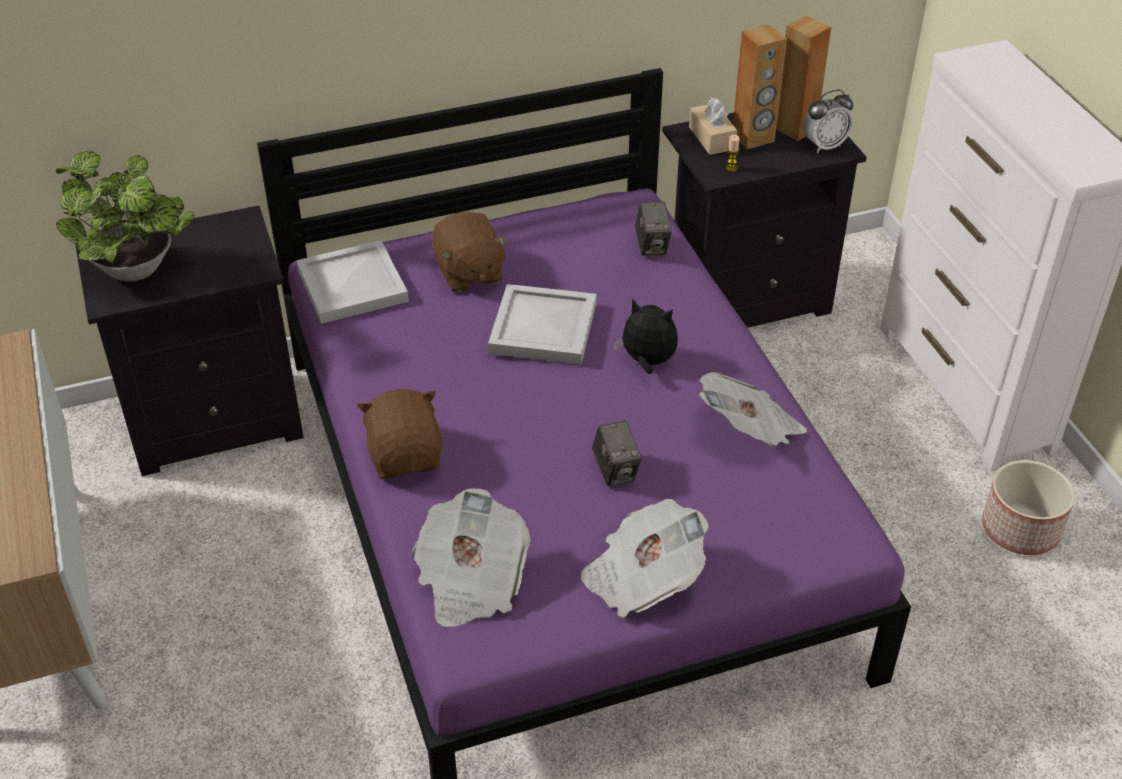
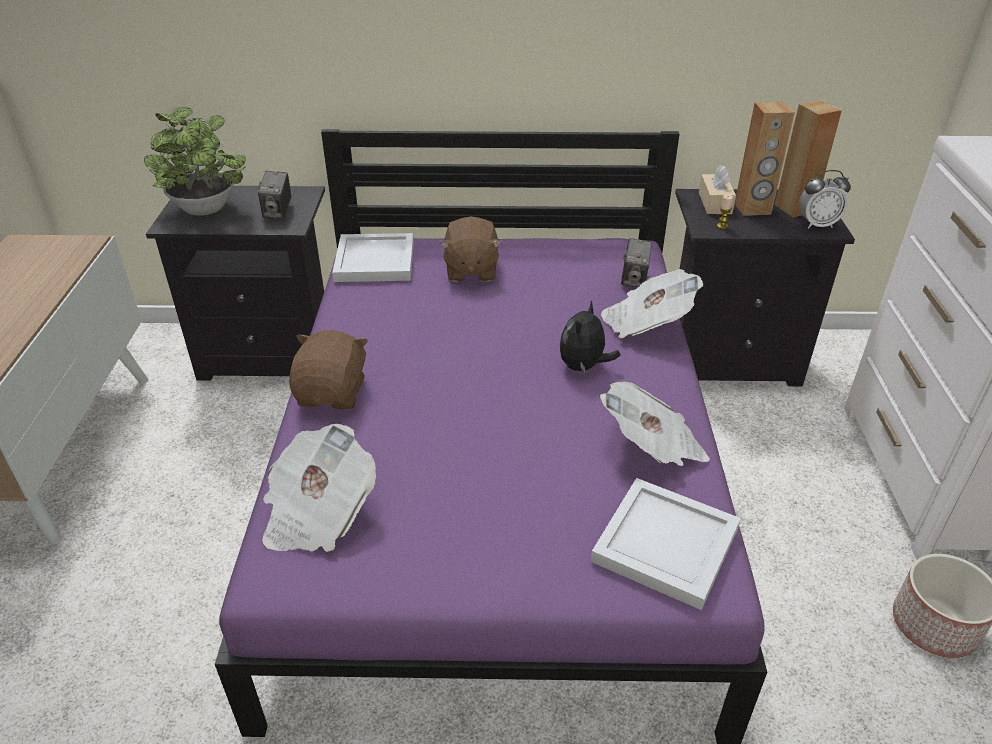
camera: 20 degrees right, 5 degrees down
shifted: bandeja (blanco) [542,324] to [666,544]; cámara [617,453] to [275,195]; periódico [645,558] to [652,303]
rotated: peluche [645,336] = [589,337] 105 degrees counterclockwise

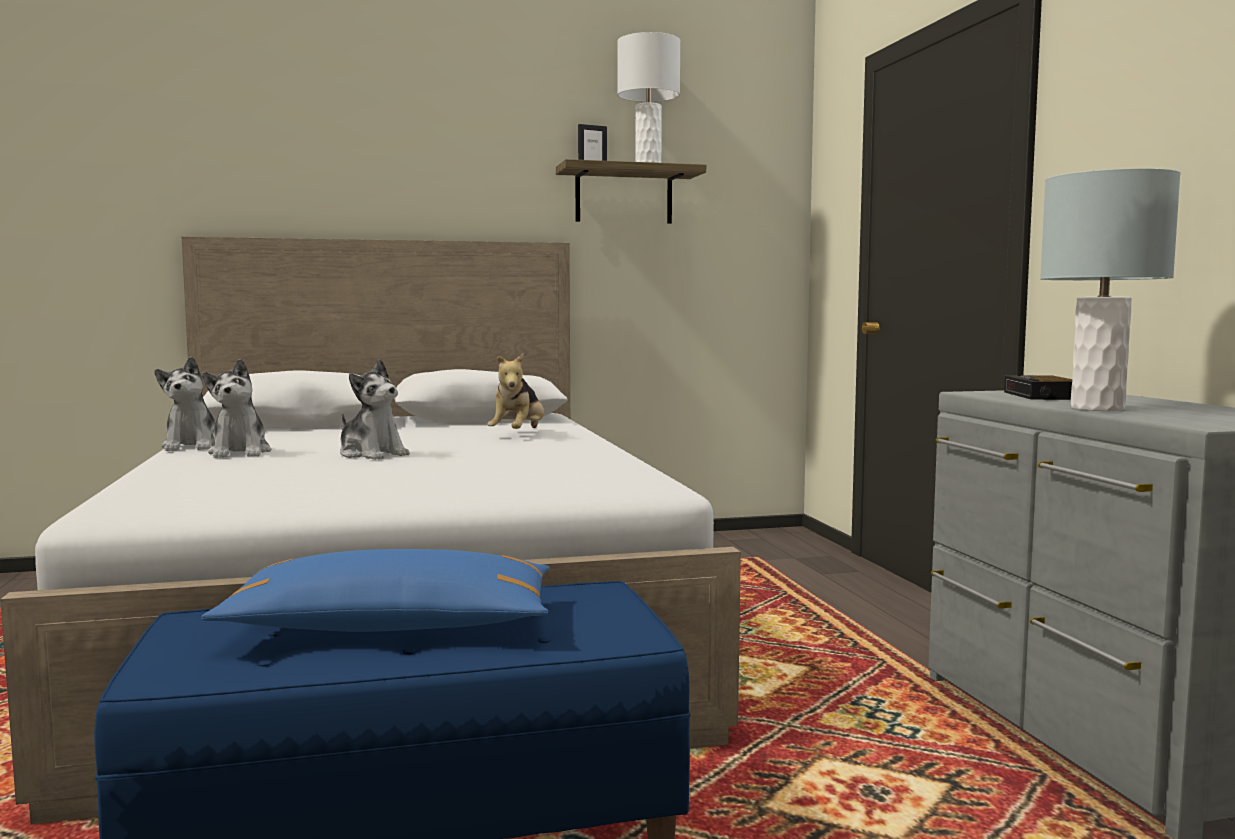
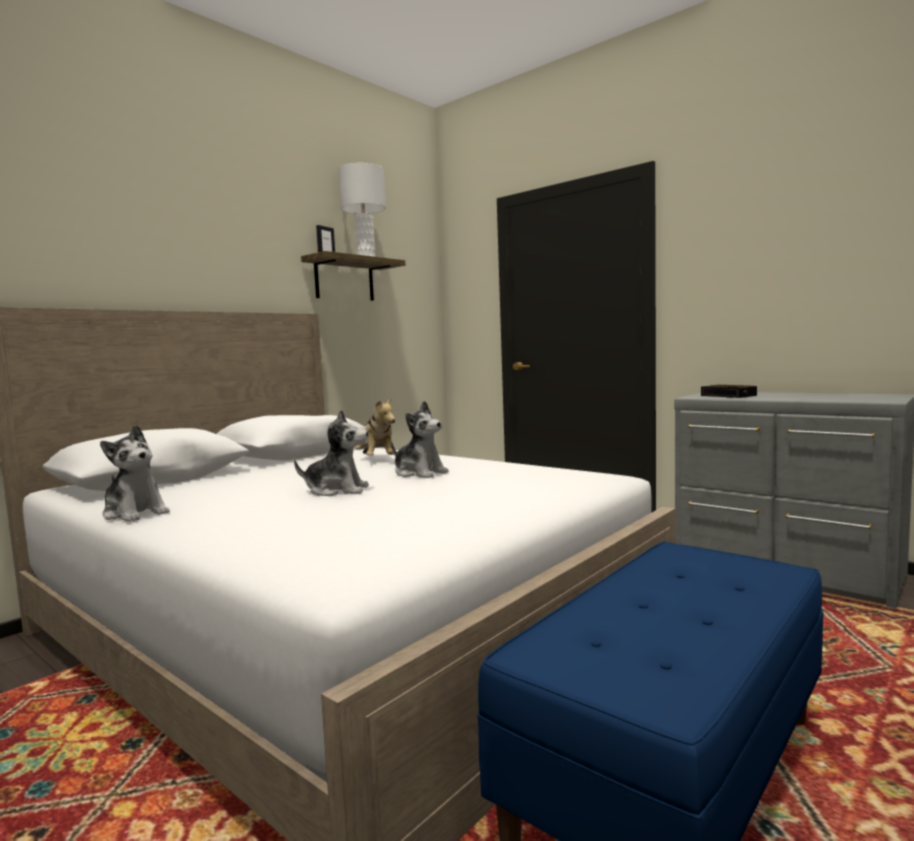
camera: 35 degrees left, 0 degrees up
gone: lámpara de mesa (gris) [1110,289]; cojín (azul) [375,590]
shifted: peluche [236,408] to [420,439]

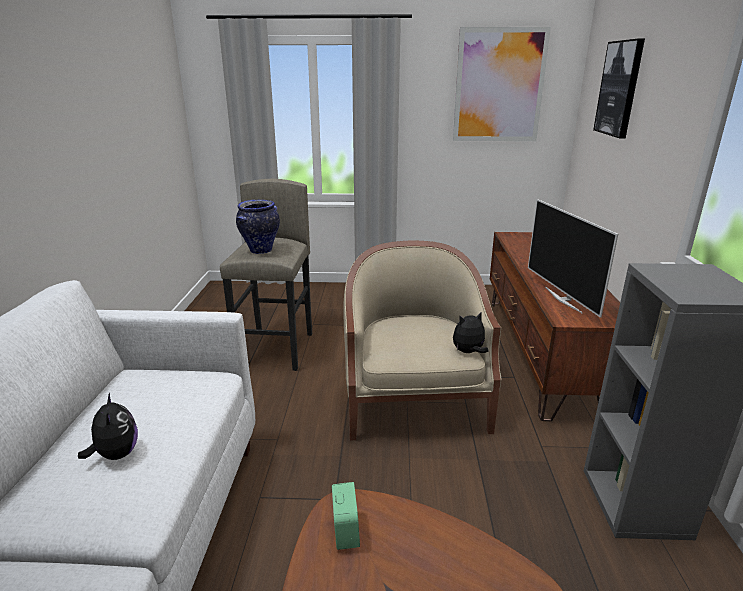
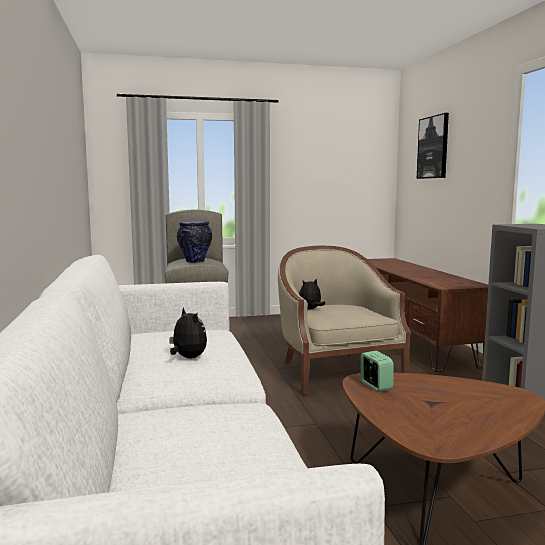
camera: 15 degrees left, 15 degrees down
gone: cuadro [502,84]; televisor [573,258]
shifted: peluche [470,332] to [312,294]

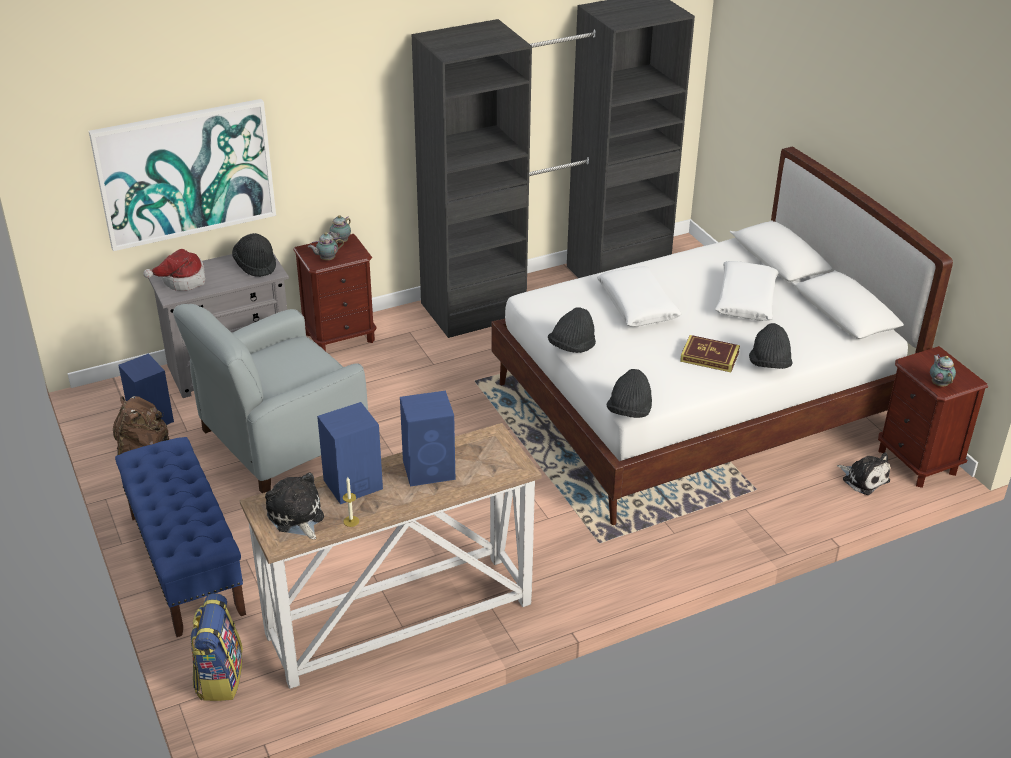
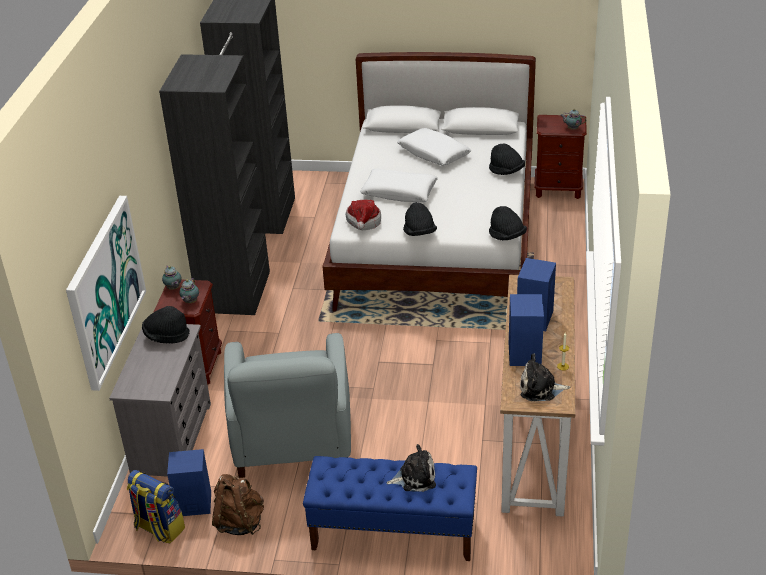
camera: 55 degrees left, 0 degrees up
gone: libro [710,353]
shifted: sombrero [174,270] to [363,215]; peluche [863,473] to [411,468]; mochila [216,647] to [156,506]

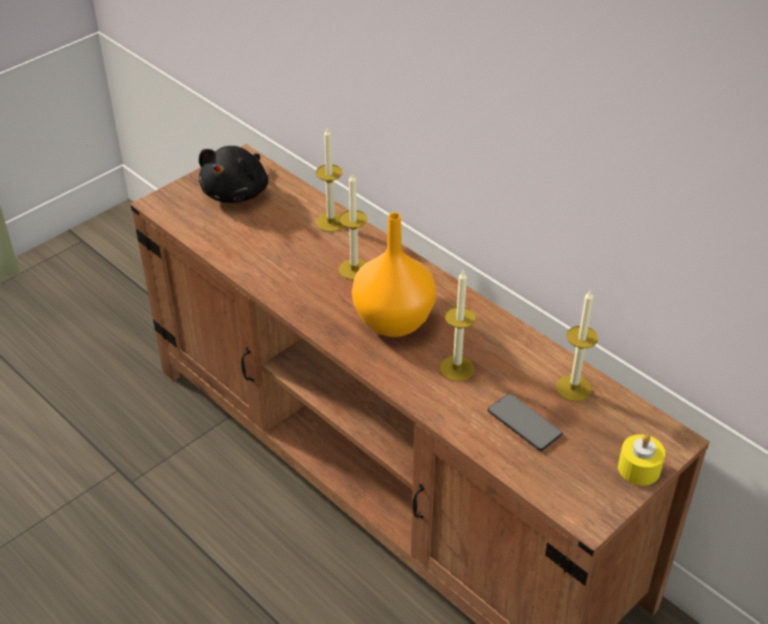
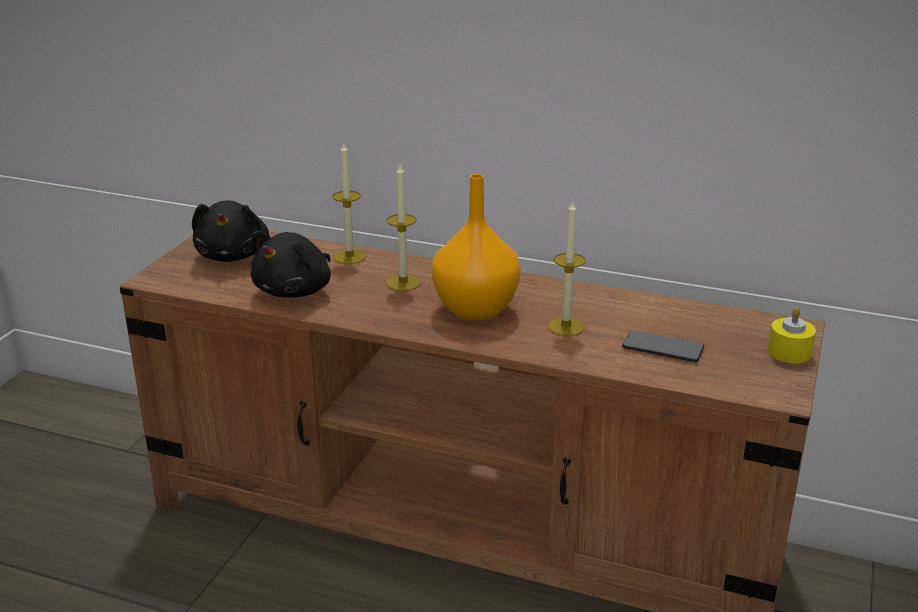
camera: 25 degrees left, 15 degrees down
gone: vela [577,346]
new: peluche (negro) [290,264]

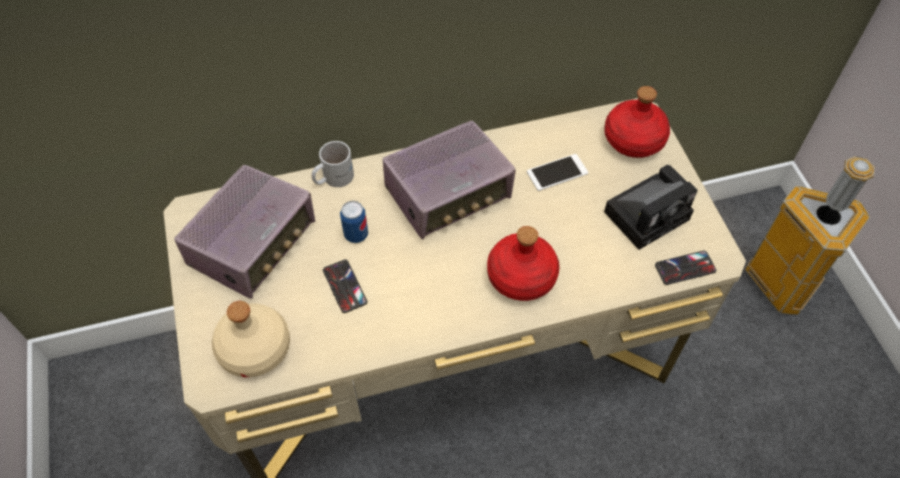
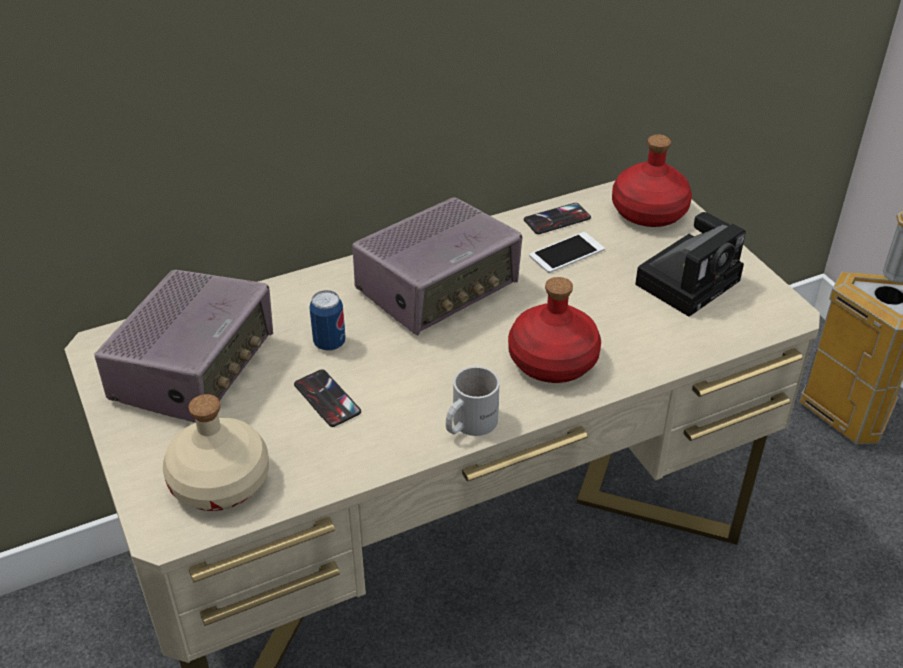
camera: 10 degrees left, 15 degrees down
shifted: taza grande (blanco) [333,164] to [473,401]; móvil [685,268] to [557,218]

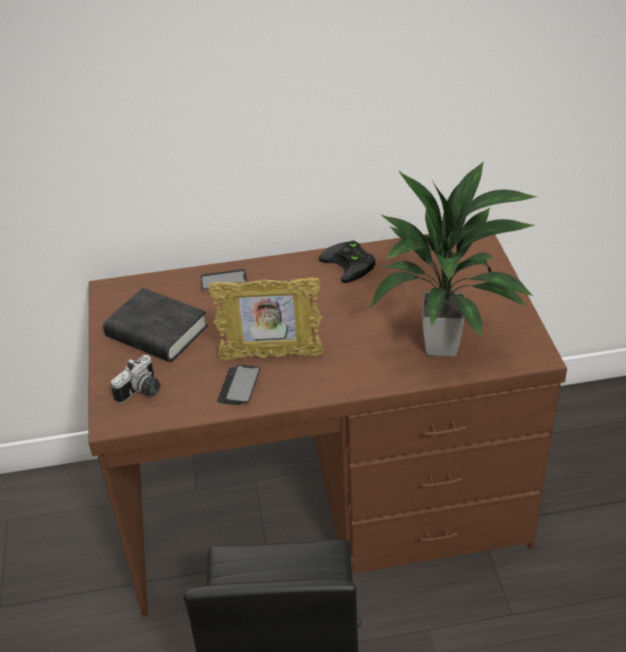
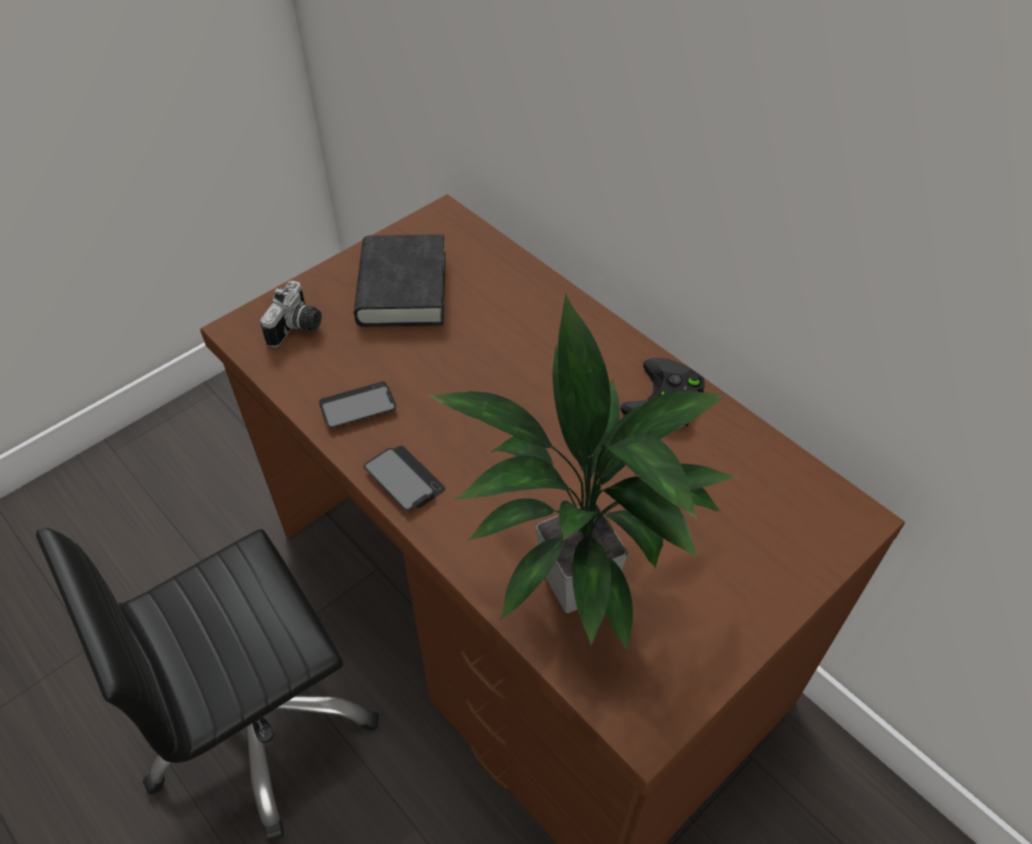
camera: 55 degrees right, 10 degrees up
gone: portarretratos [266,319]
shifted: móvil [224,279] to [404,478]
rotated: cámara [135,379] = [291,314] 75 degrees counterclockwise

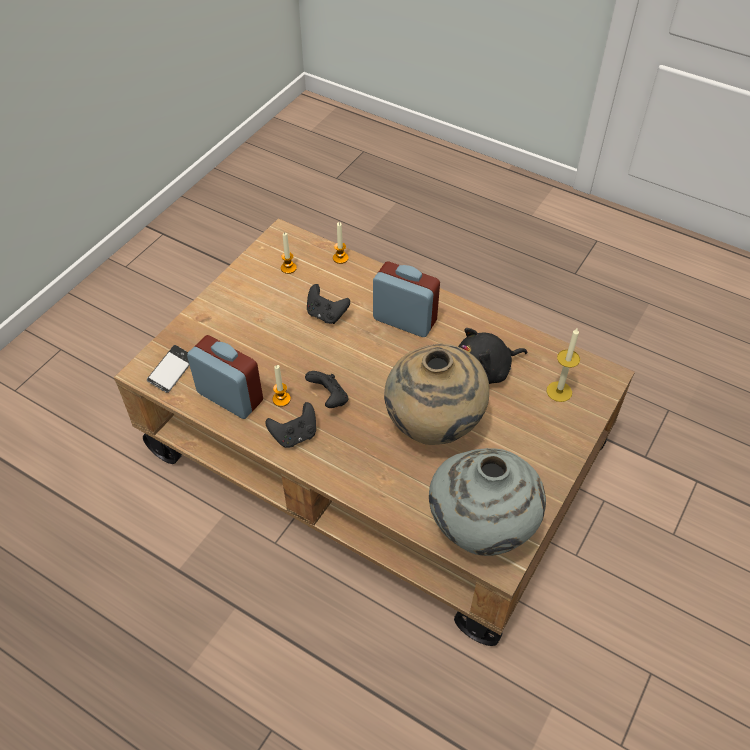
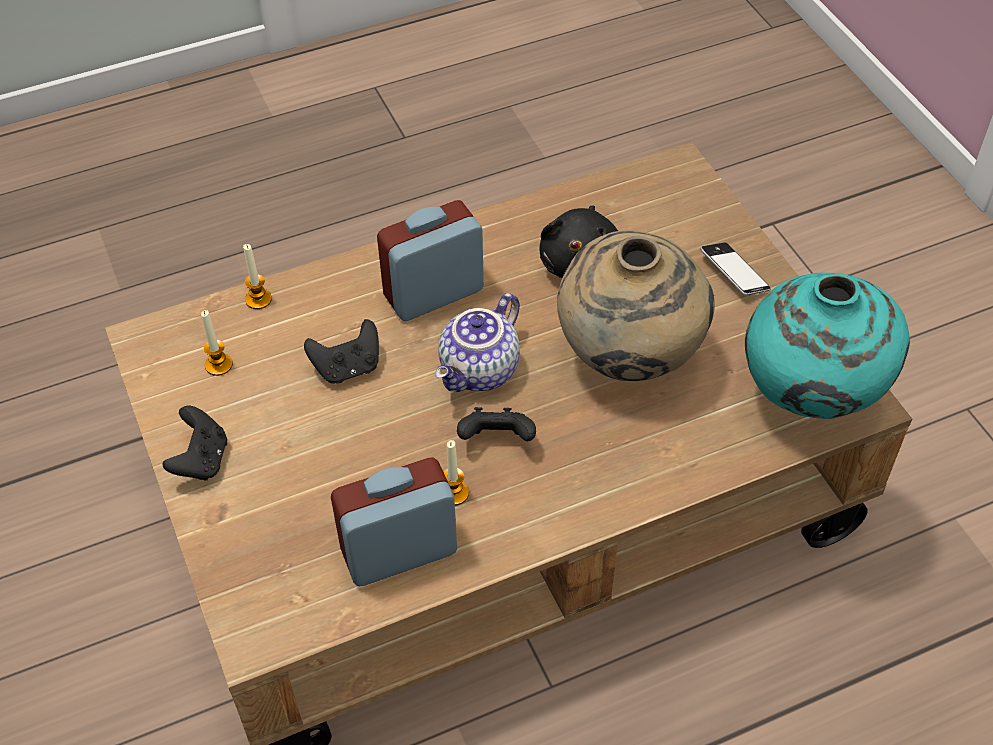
camera: 55 degrees left, 0 degrees up
gone: vela [563,364]
new: tetera [477,342]
shifted: móvil [168,369] to [735,269]; mando de consola (negro) [290,425] to [195,443]
repainted: florero (gris) [487,502] to florero (turquesa) [827,345]

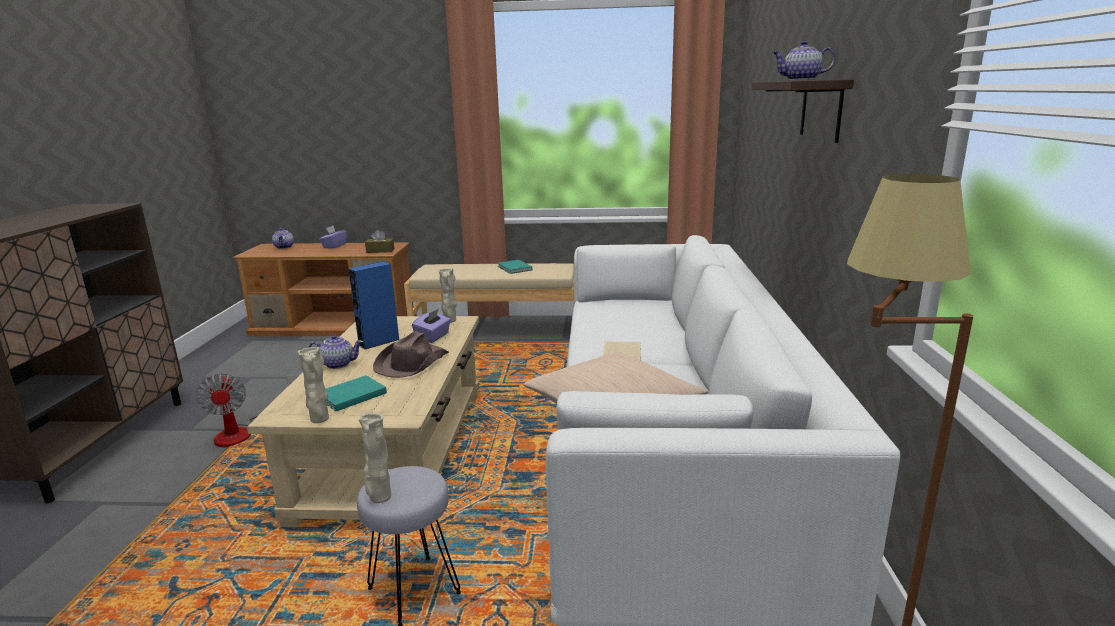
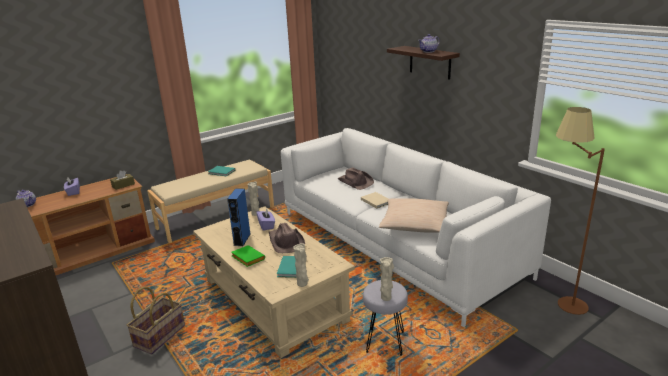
camera: 40 degrees left, 5 degrees up
new: sombrero (marrón) [356,178]
swapped: tetera [335,352] to libro (verde) [248,256]; ventilador [246,410] to cesta [156,320]

